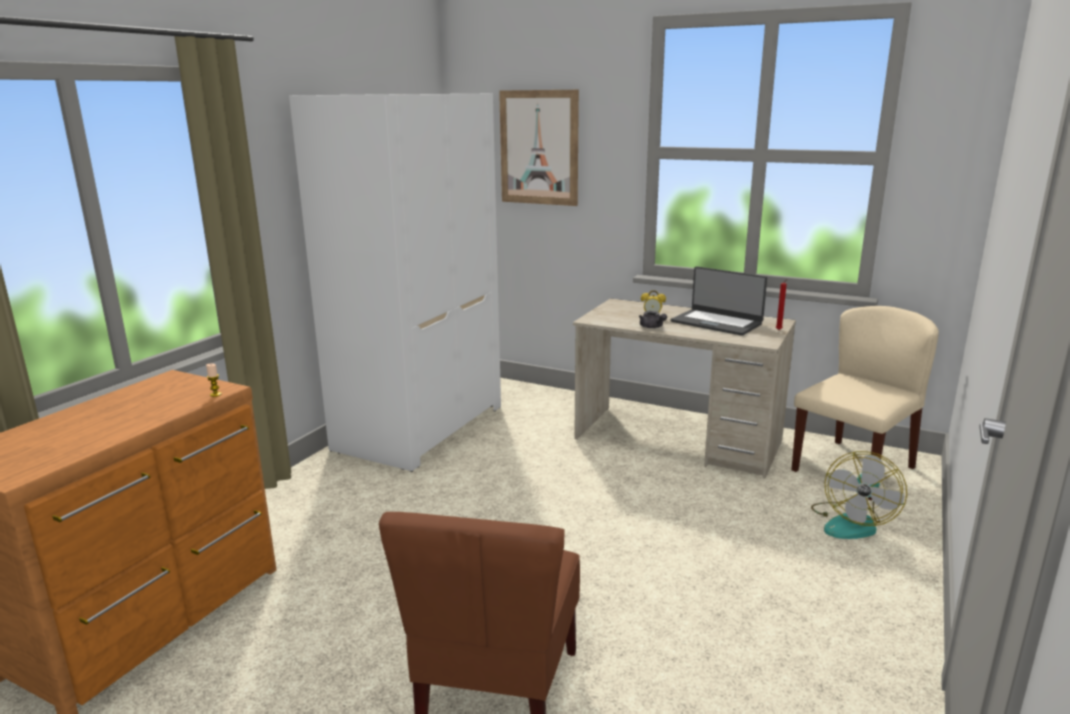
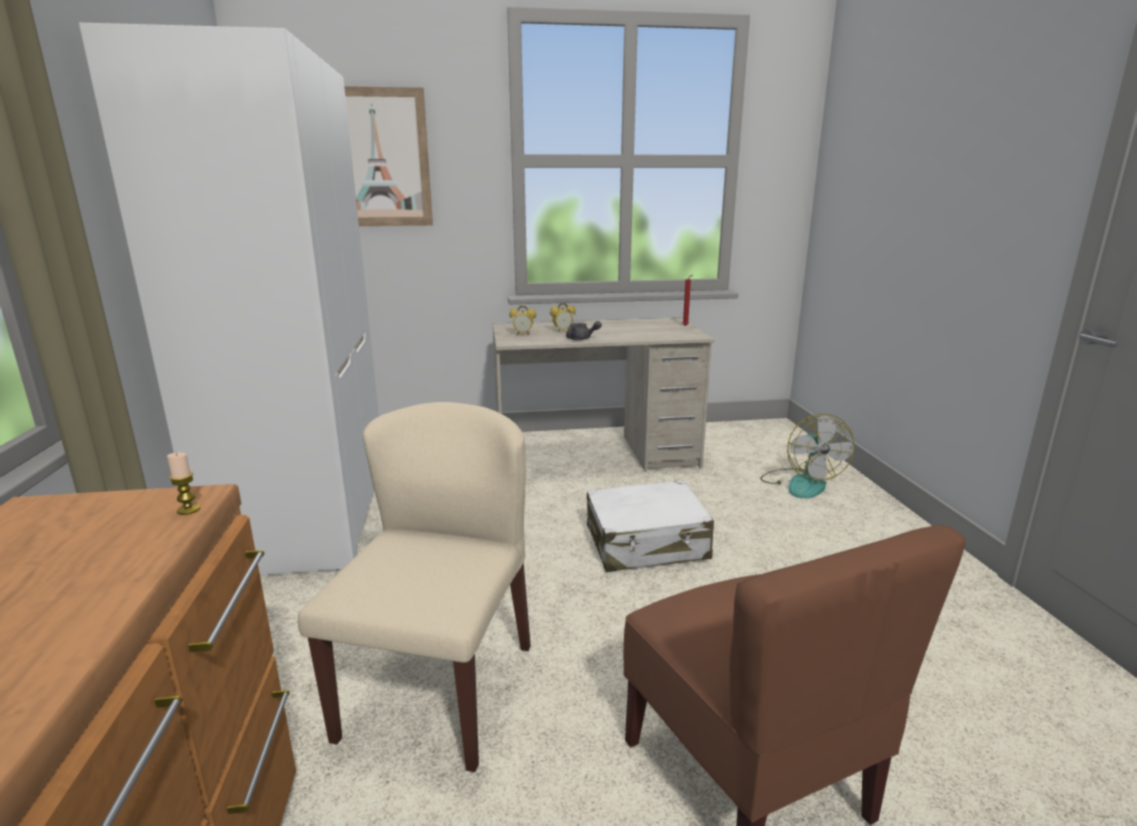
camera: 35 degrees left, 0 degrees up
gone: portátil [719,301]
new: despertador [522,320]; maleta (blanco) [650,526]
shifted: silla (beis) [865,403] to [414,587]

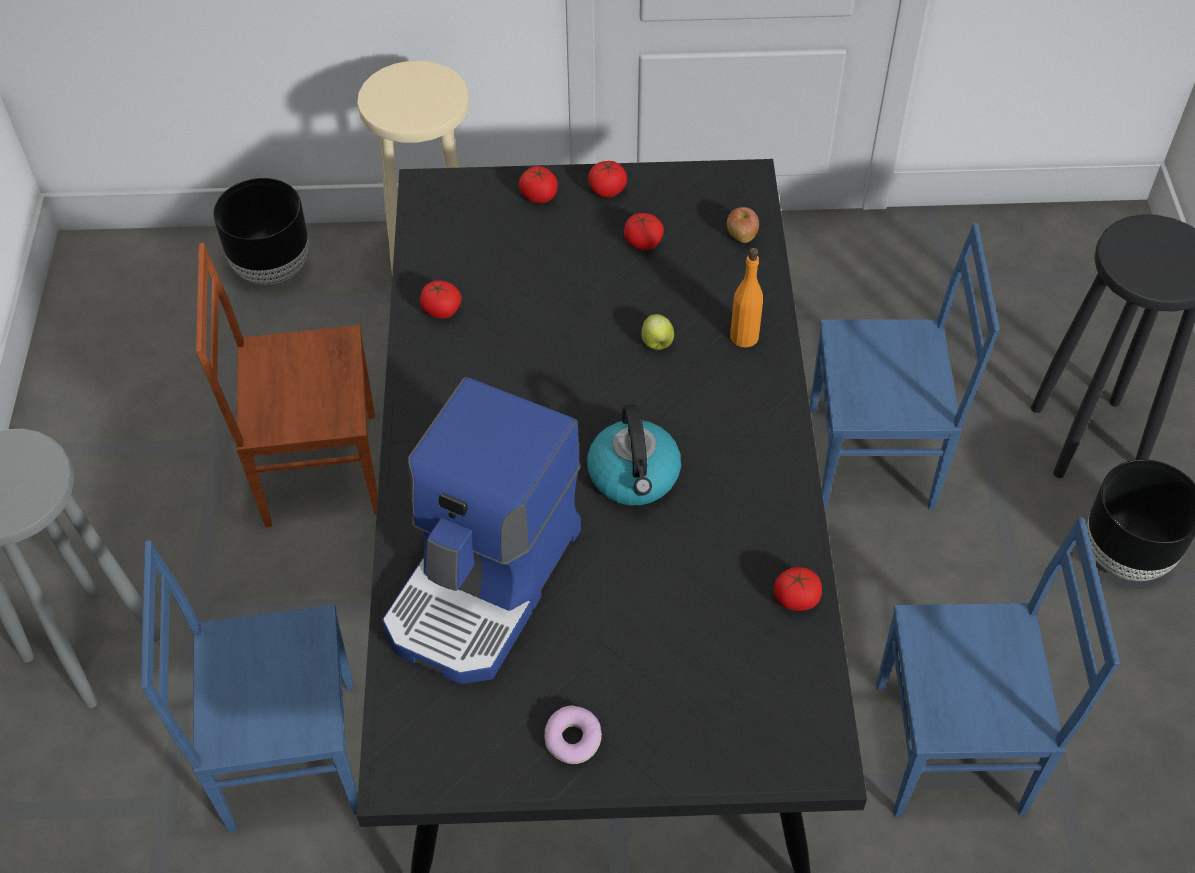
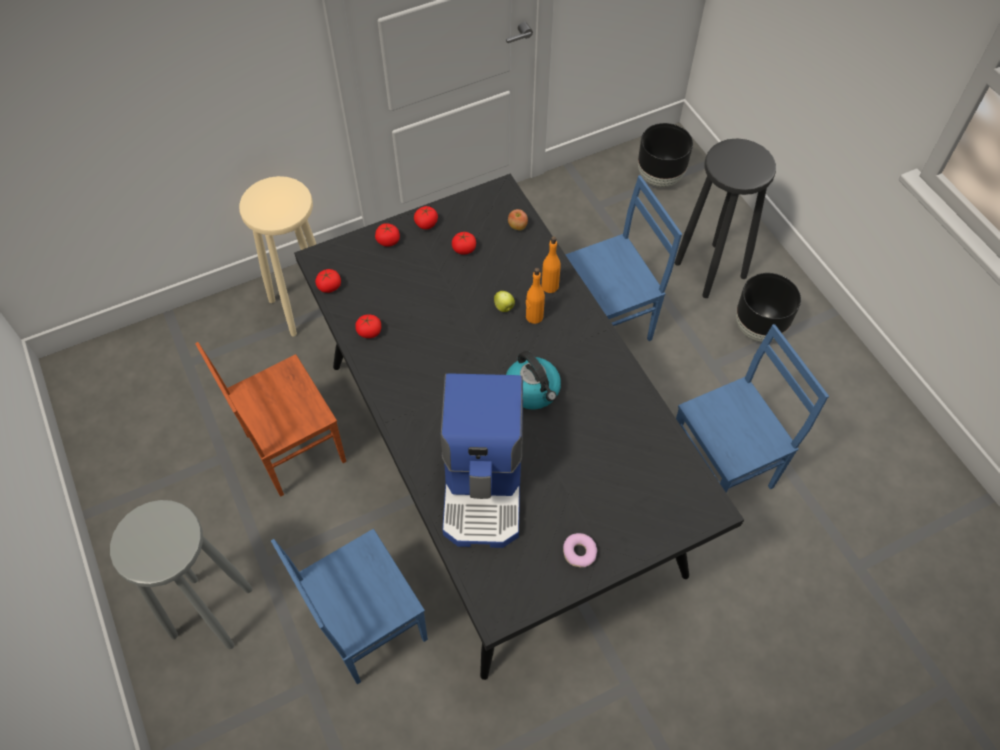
camera: 25 degrees left, 5 degrees up
new: botella (naranja) [535,296]
shifted: maceta (negro) [261,231] to [665,155]; tomate [798,589] to [328,281]

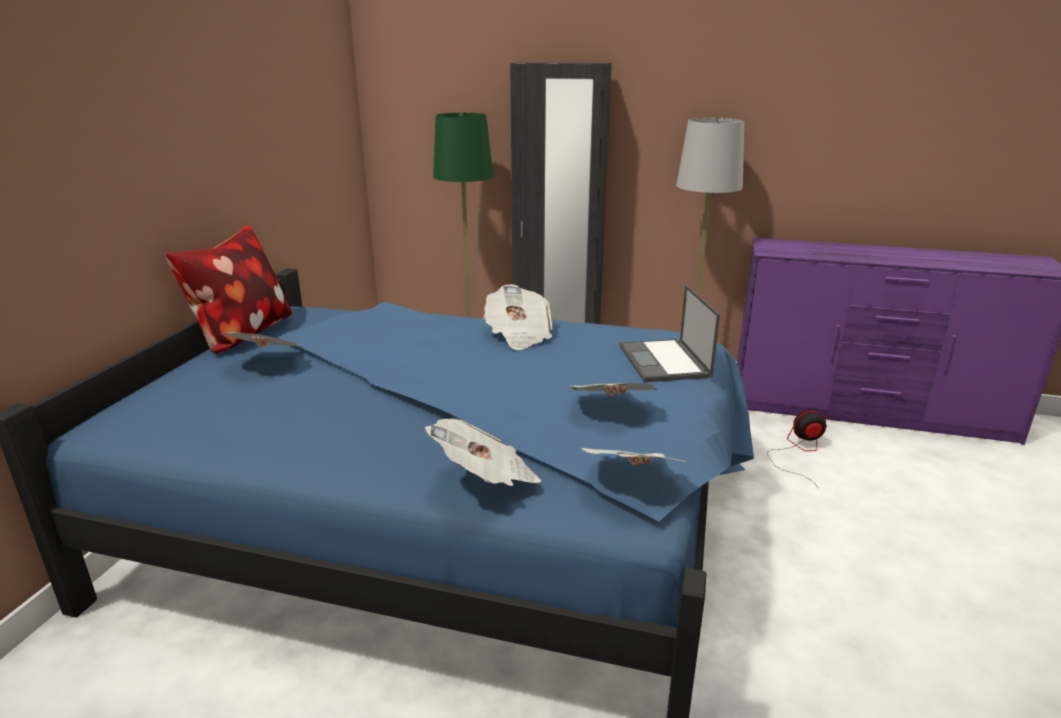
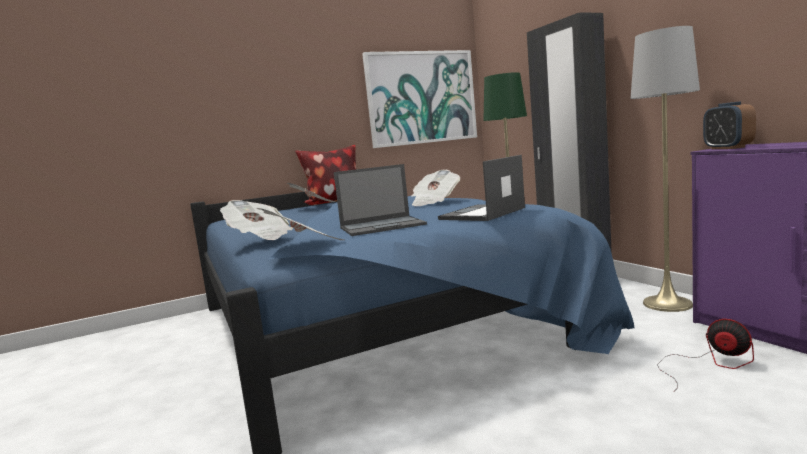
camera: 50 degrees right, 15 degrees down
new: cuadro [419,99]; despertador [729,125]
swapped: periódico [613,390] to portátil [380,200]

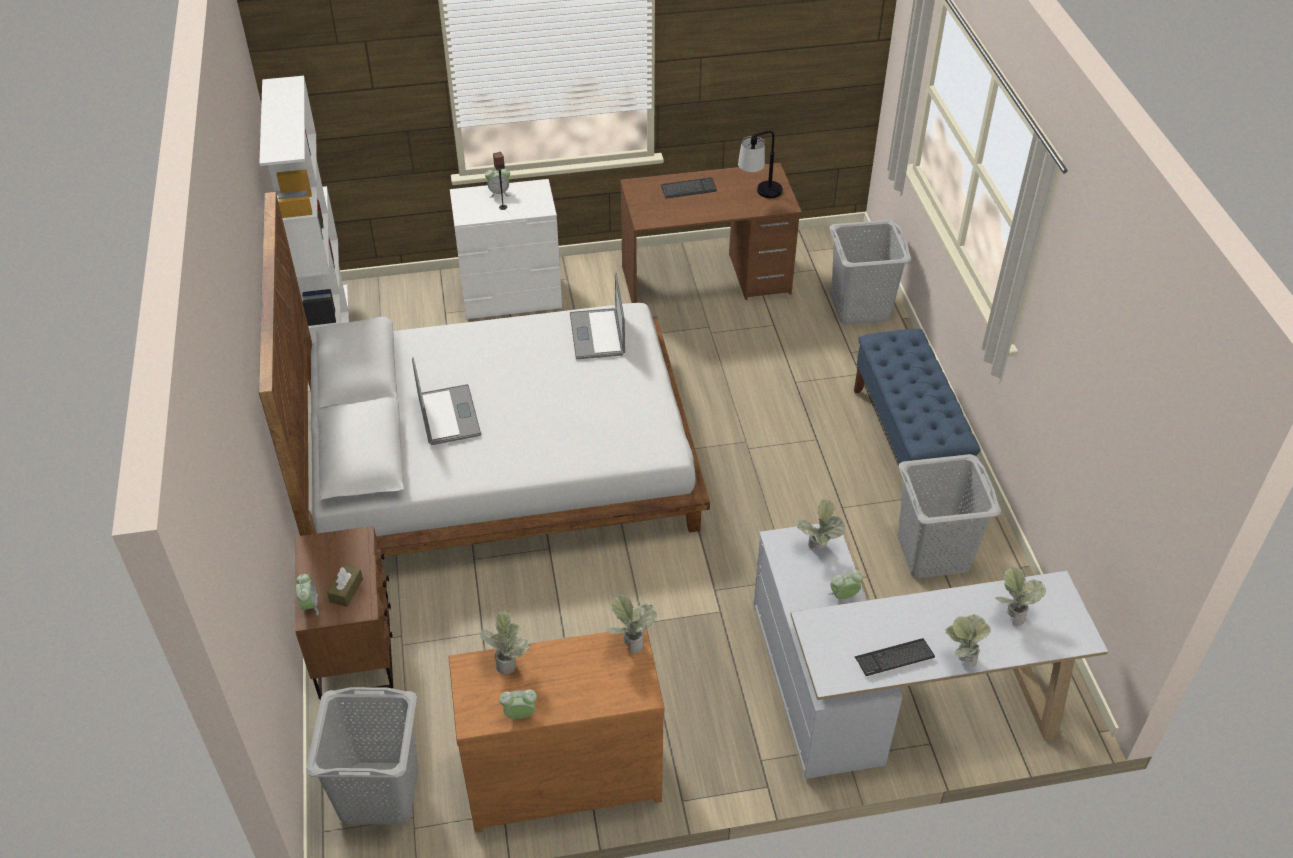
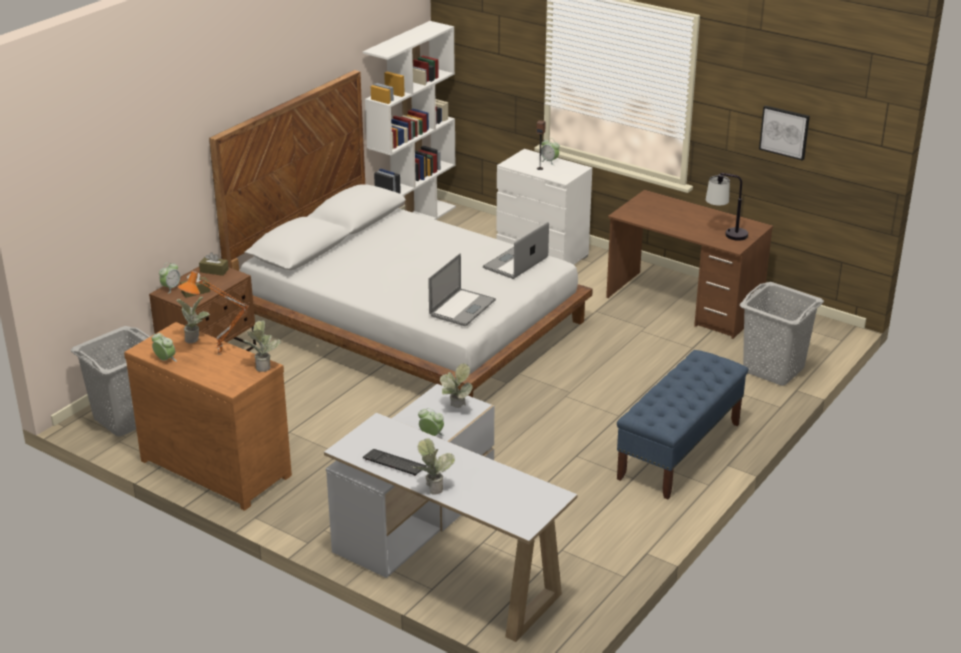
camera: 45 degrees right, 15 degrees down
gone: teclado [689,188]; cesto de la ropa (gris) [949,516]; planta en maceta [1020,596]
new: cuadro [784,133]; caja de pañuelos (marrón) [214,264]; lámpara de mesa (naranja) [213,313]
shifted: portátil [446,401] to [462,289]

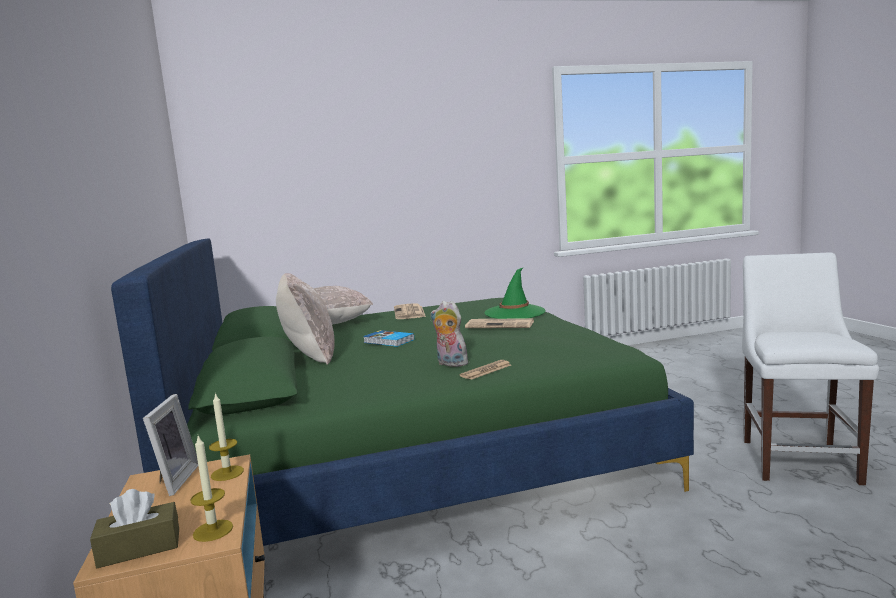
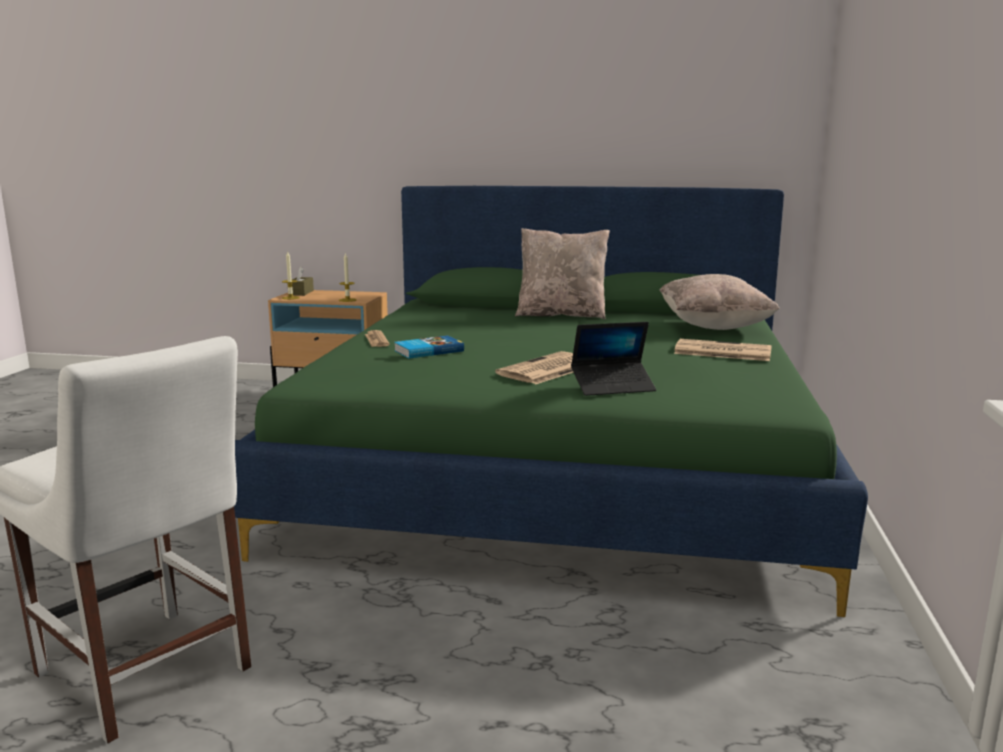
camera: 115 degrees right, 5 degrees up
gone: peluche [450,334]; portarretratos [170,445]
shifted: libro [388,338] to [429,347]
swapped: sombrero (verde) [515,293] to portátil [613,359]

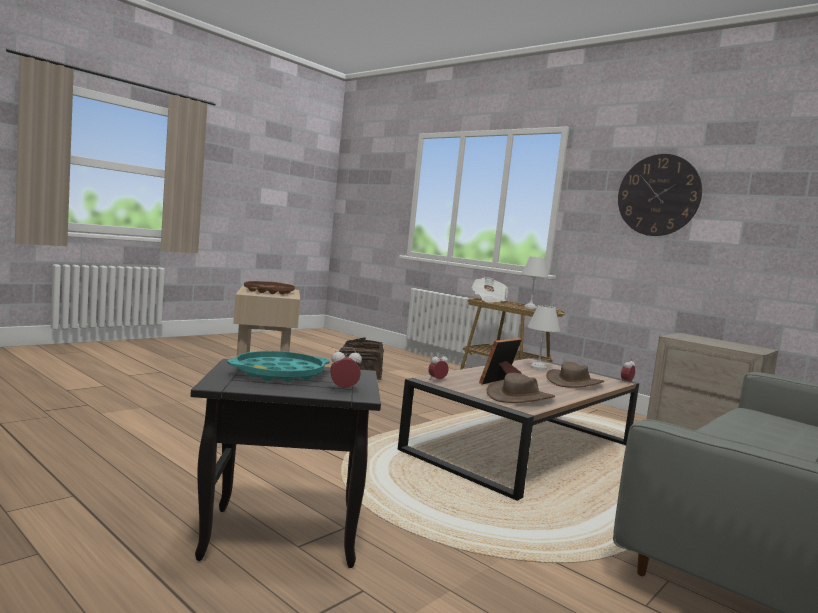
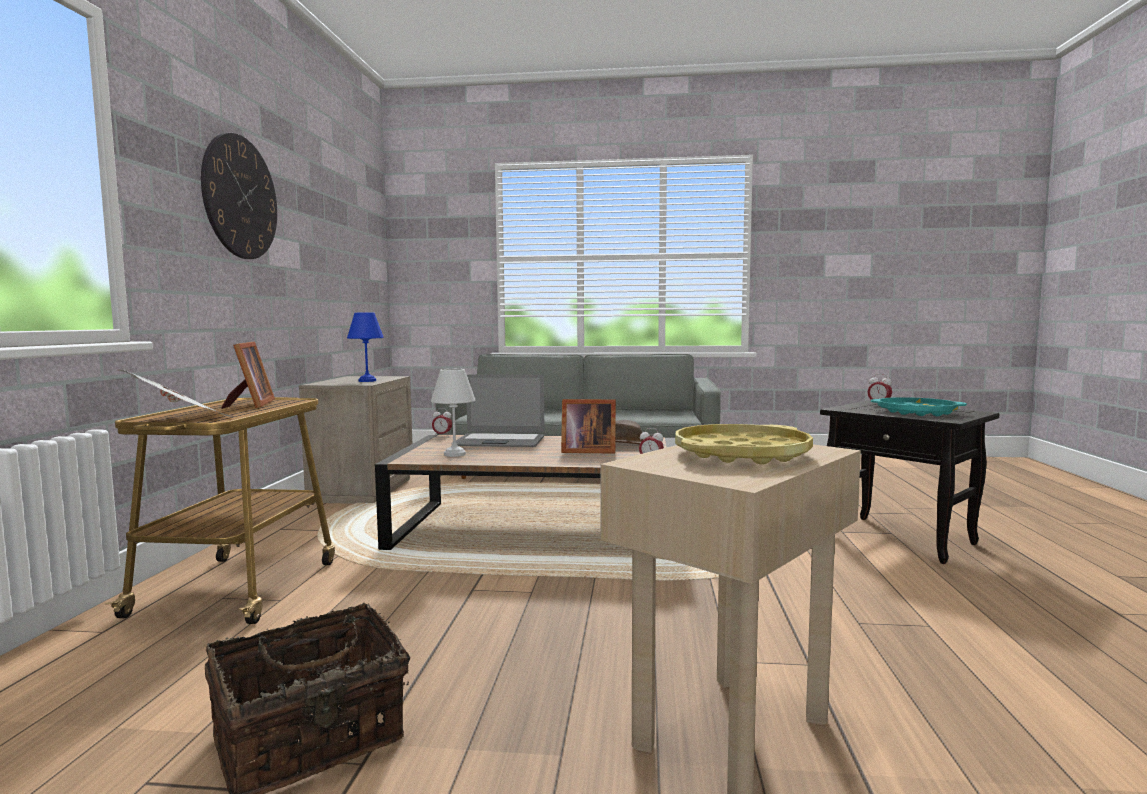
camera: 125 degrees left, 0 degrees up
new: lámpara de mesa (azul) [365,347]
swapped: lámpara de mesa (blanco) [534,282] to portarretratos [248,375]; sombrero (marrón) [575,375] to portátil [500,410]
repainted: bandeja (marrón) [269,287] to bandeja (amarillo) [744,444]

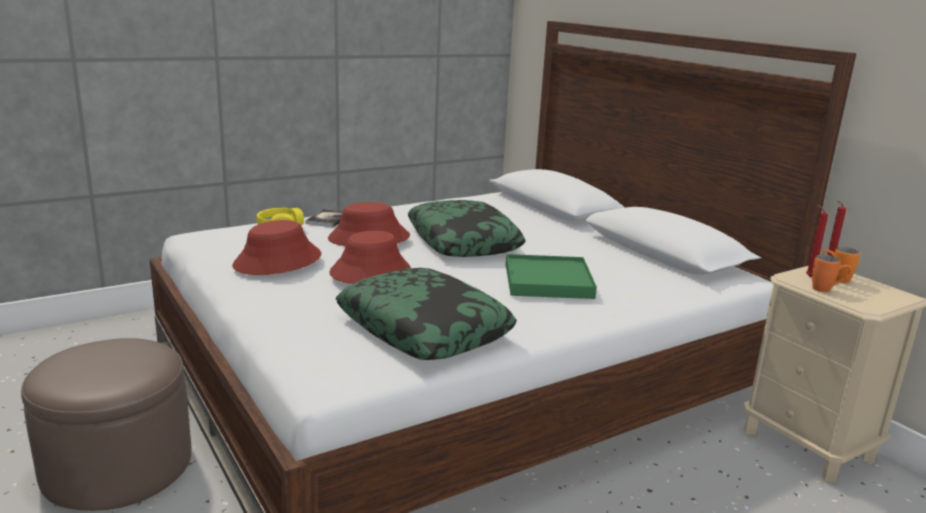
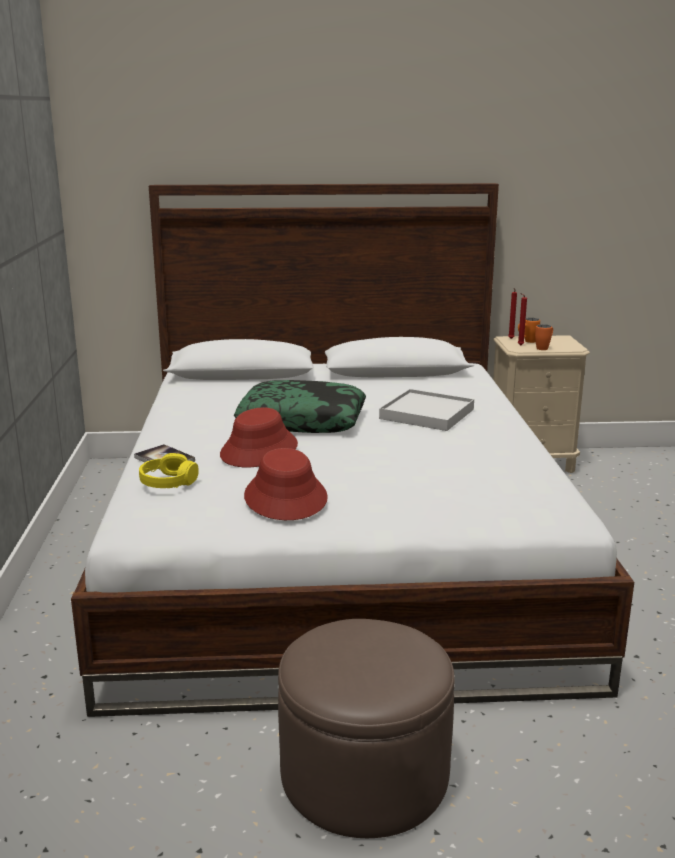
camera: 60 degrees left, 0 degrees up
gone: sombrero (rojo) [370,257]; cojín [426,314]
repainted: bandeja (verde) [551,276] to bandeja (blanco) [426,410]

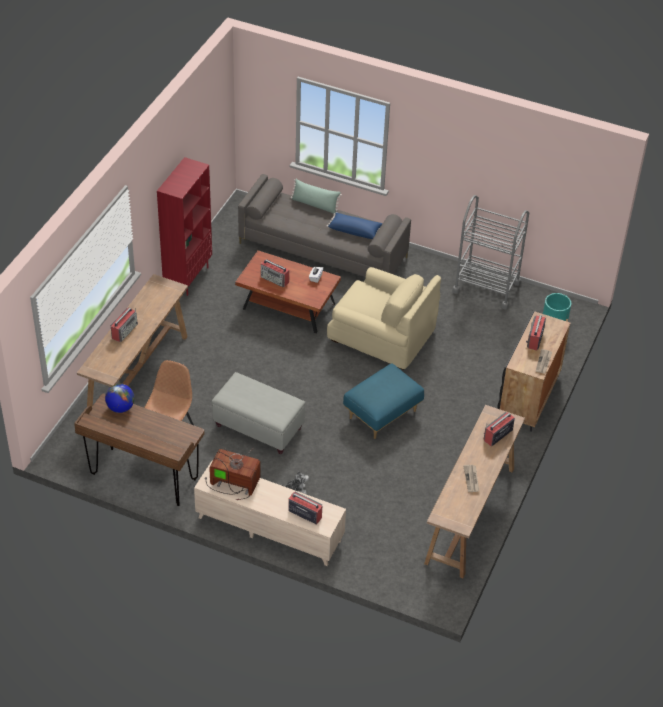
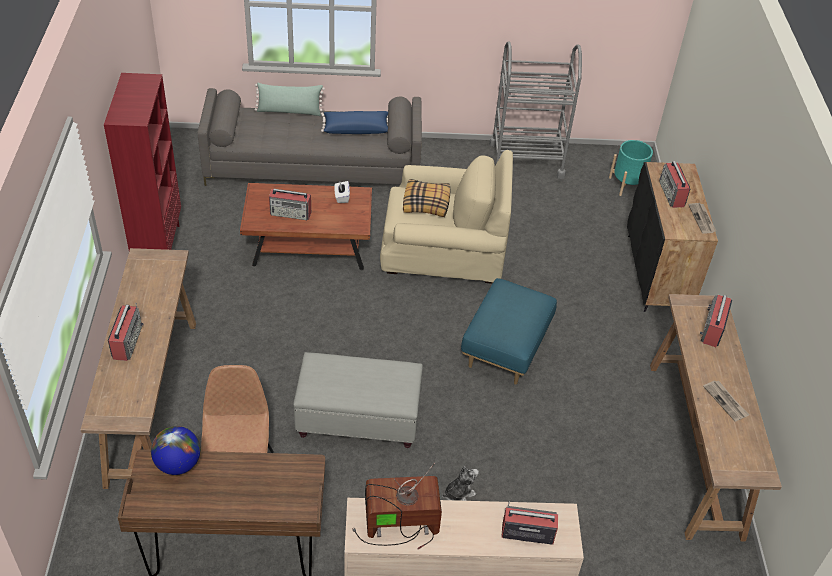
camera: 25 degrees left, 0 degrees up
new: cojín [426,198]

